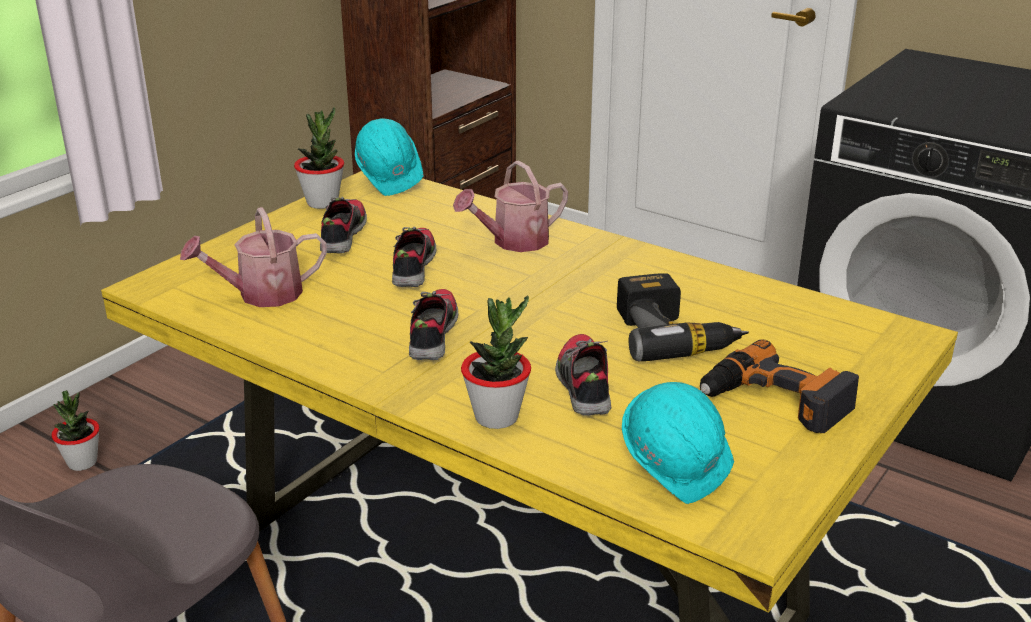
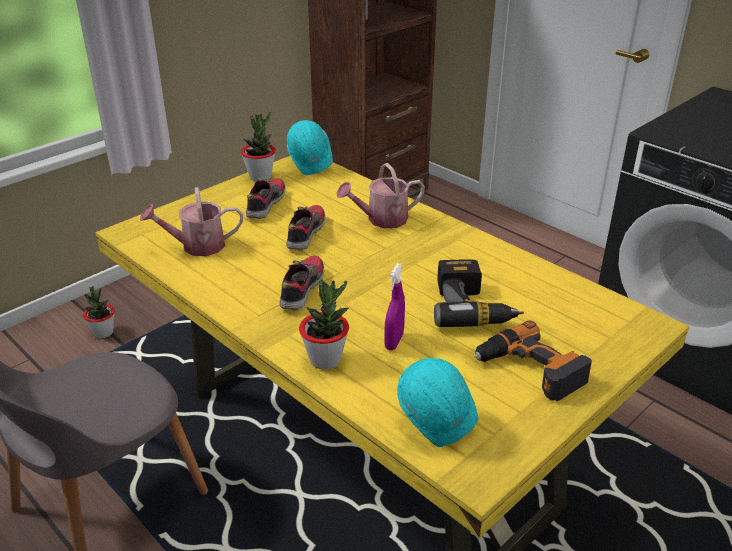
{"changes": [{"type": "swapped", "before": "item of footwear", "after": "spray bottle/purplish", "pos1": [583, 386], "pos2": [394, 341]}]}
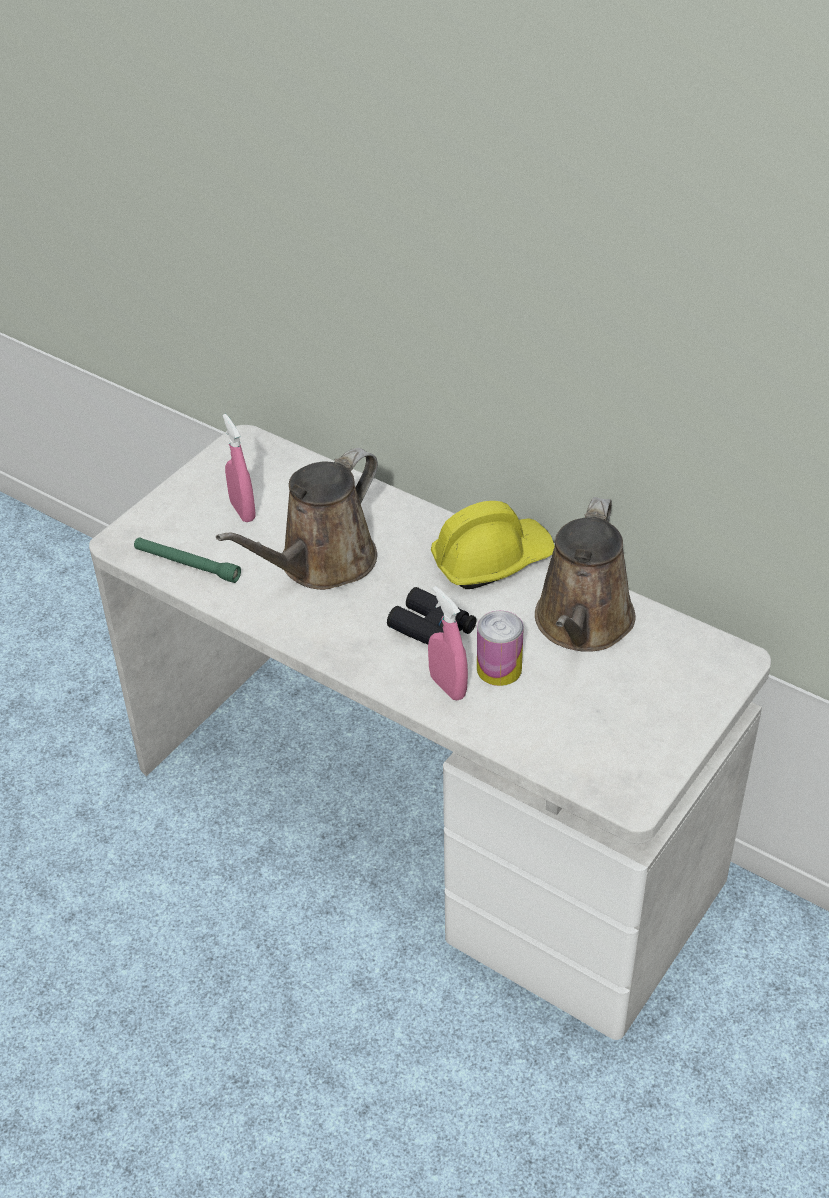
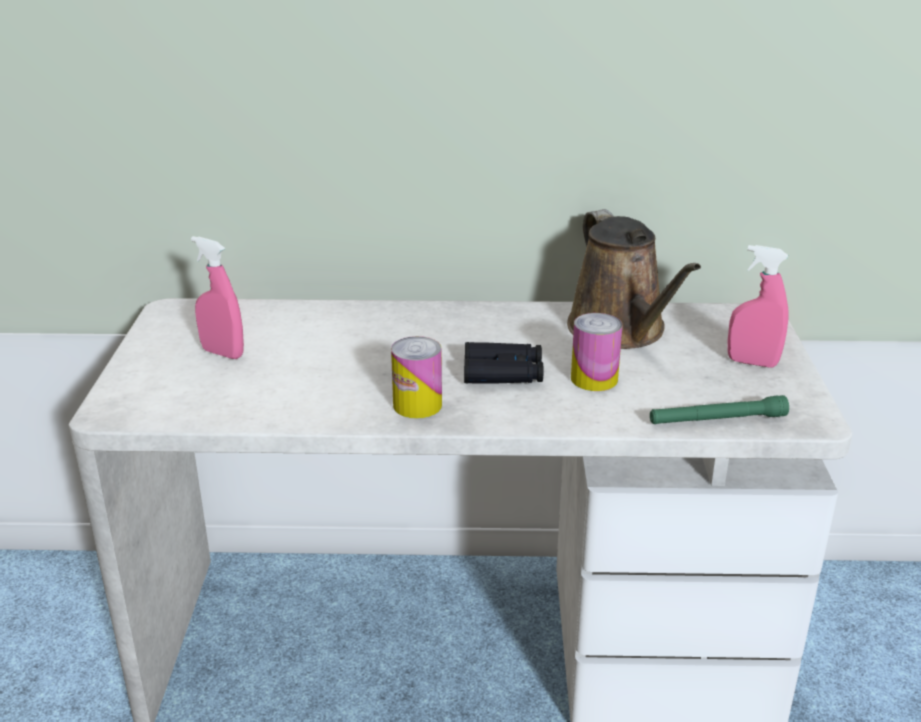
{"changes": [{"type": "gone", "before": "watering pot/brownish", "pos1": [321, 564]}, {"type": "gone", "before": "work helmet/yellowish", "pos1": [491, 560]}, {"type": "shifted", "before": "torch/green-coloured", "pos1": [187, 565], "pos2": [717, 420]}, {"type": "shifted", "before": "spray bottle/pink", "pos1": [447, 687], "pos2": [752, 362]}, {"type": "new", "after": "sealed can", "pos2": [417, 405]}]}
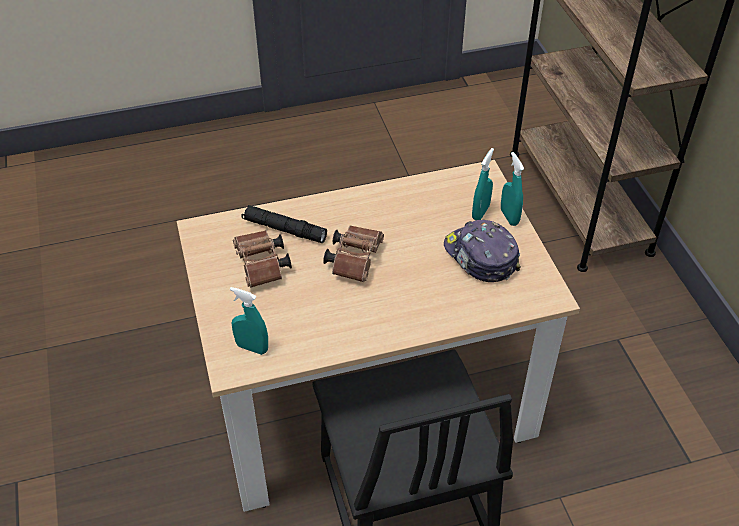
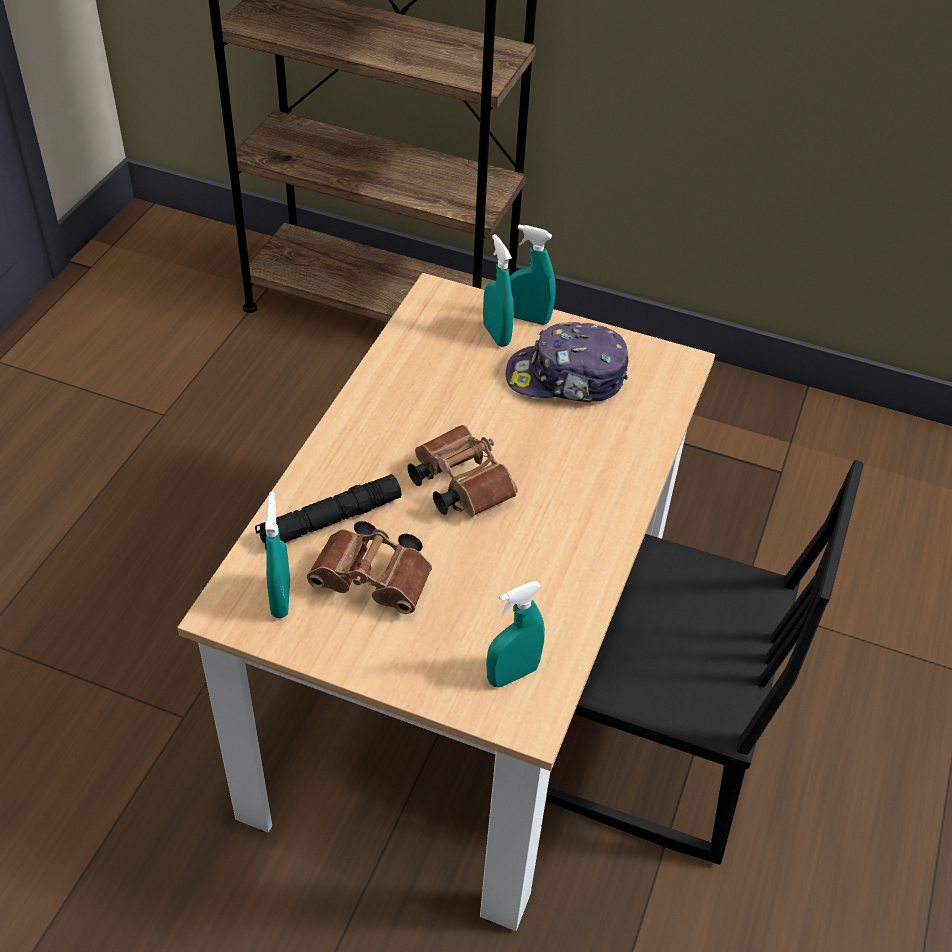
{"changes": [{"type": "new", "after": "spray bottle/blue-green", "pos2": [281, 599]}]}
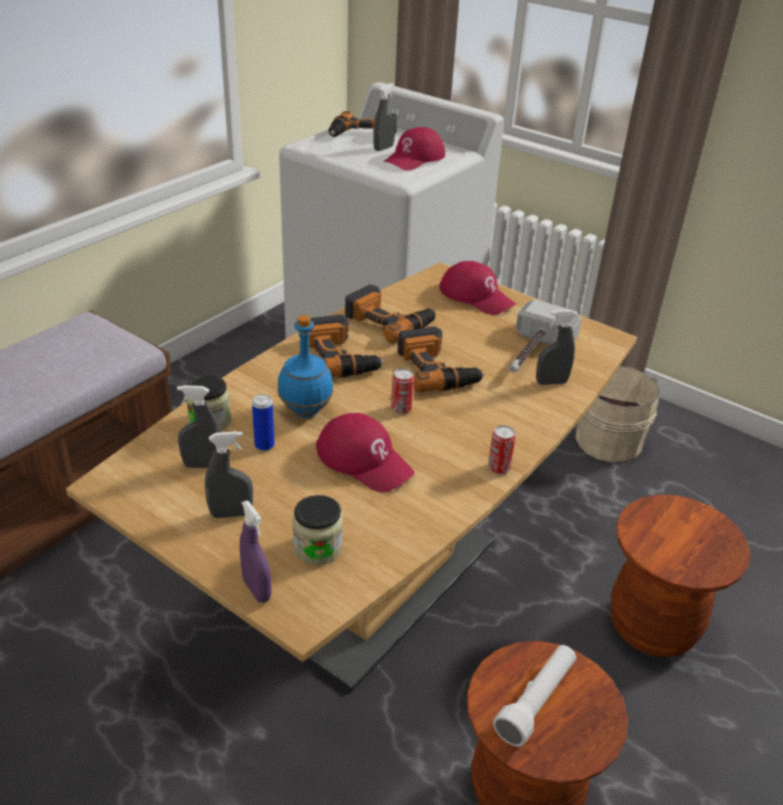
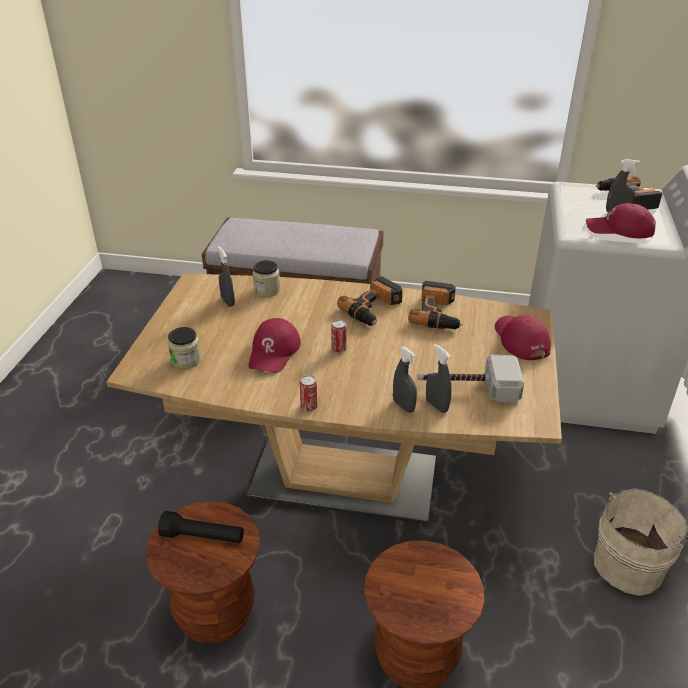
{"changes": [{"type": "rotated", "before": "cap/red-coloured", "pos1": [477, 296], "pos2": [520, 340], "turn": 150}, {"type": "gone", "before": "bottle/blue-coloured", "pos1": [306, 411]}, {"type": "gone", "before": "drill", "pos1": [437, 369]}, {"type": "gone", "before": "sealed can", "pos1": [264, 445]}, {"type": "shifted", "before": "spray bottle/gray", "pos1": [231, 513], "pos2": [403, 406]}, {"type": "gone", "before": "spray bottle/purplish", "pos1": [257, 589]}, {"type": "repainted", "before": "torch/white", "after": "torch/black-coloured", "pos1": [536, 701], "pos2": [203, 537]}]}
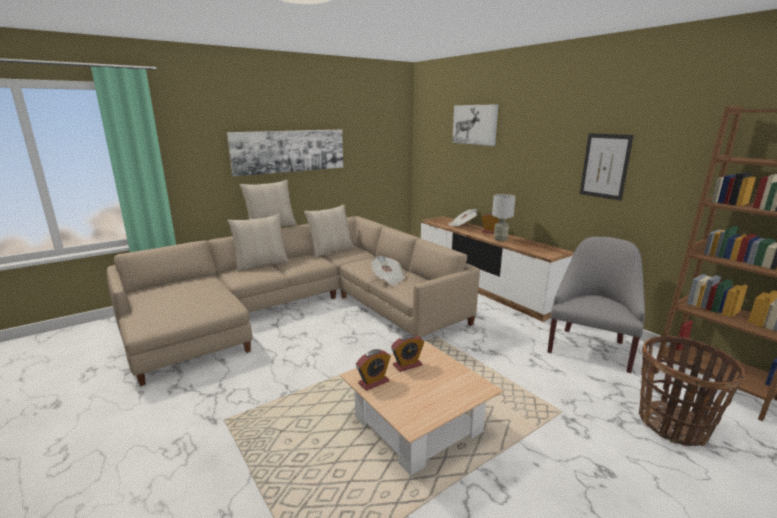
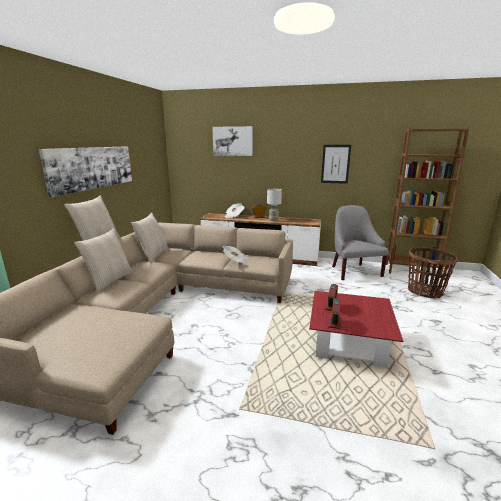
{"changes": [{"type": "repainted", "before": "lounge table/sand-coloured", "after": "lounge table/red-coloured", "pos1": [417, 425], "pos2": [349, 343]}]}
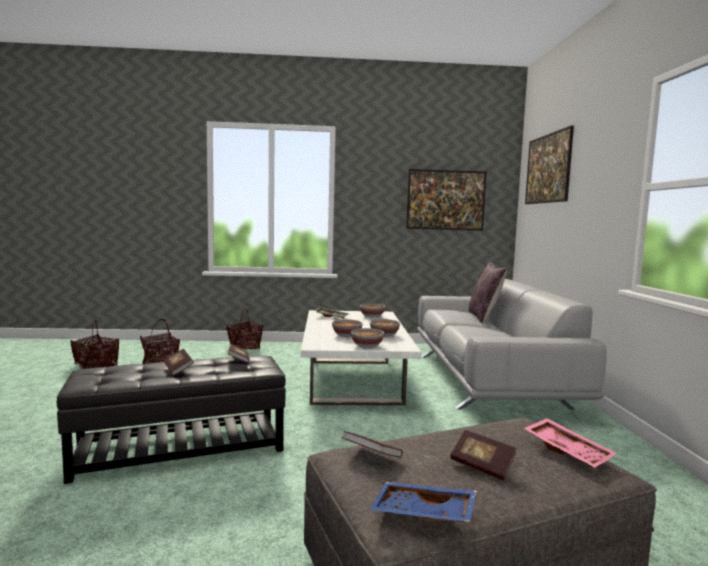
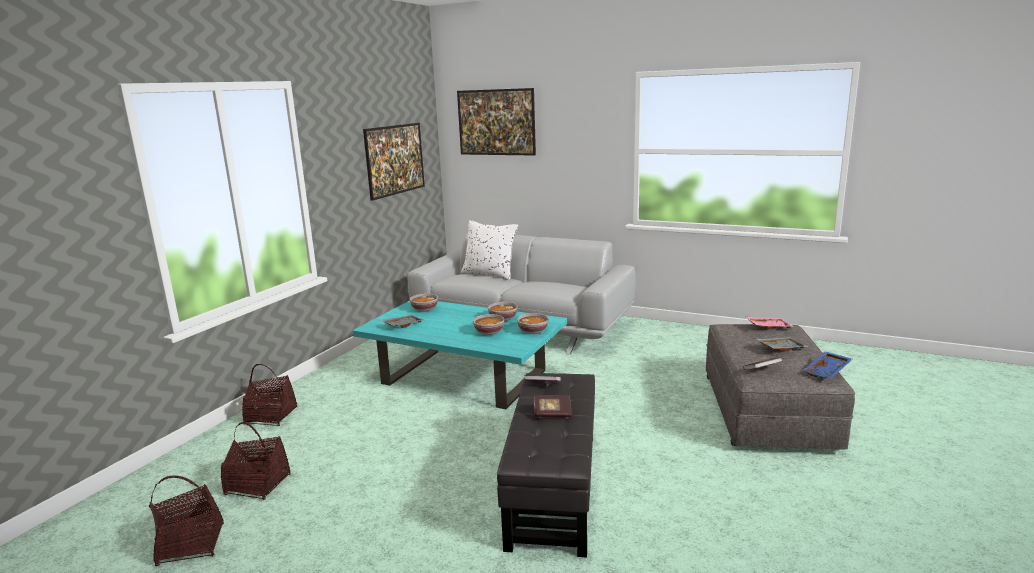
{"changes": [{"type": "repainted", "before": "cushion/brownish", "after": "cushion/white", "pos1": [484, 317], "pos2": [490, 274]}, {"type": "repainted", "before": "lounge table/white", "after": "lounge table/blue-green", "pos1": [355, 380], "pos2": [465, 376]}, {"type": "swapped", "before": "book", "after": "tray/gray", "pos1": [482, 466], "pos2": [780, 348]}]}
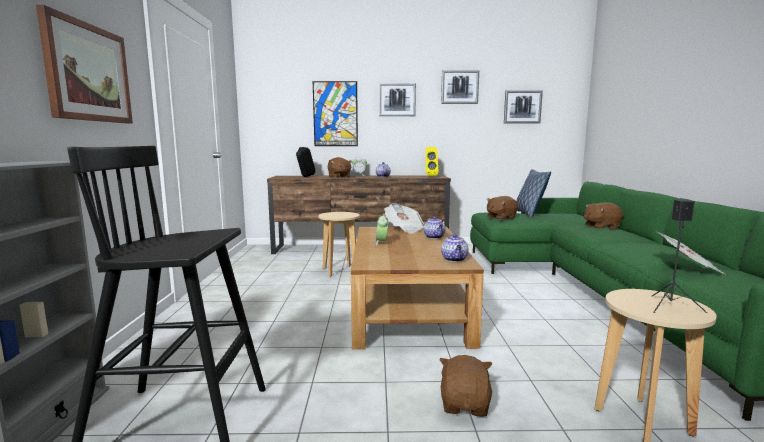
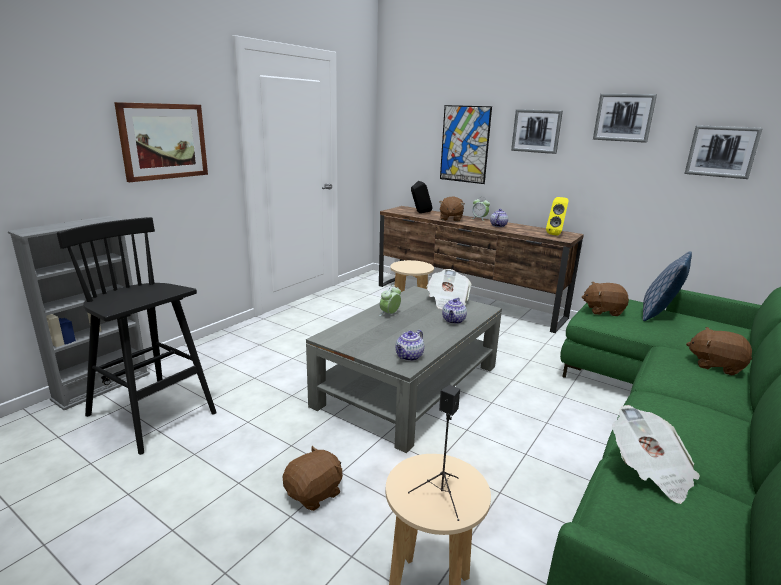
{"changes": [{"type": "repainted", "before": "lounge table/brownish", "after": "lounge table/gray", "pos1": [408, 308], "pos2": [408, 385]}]}
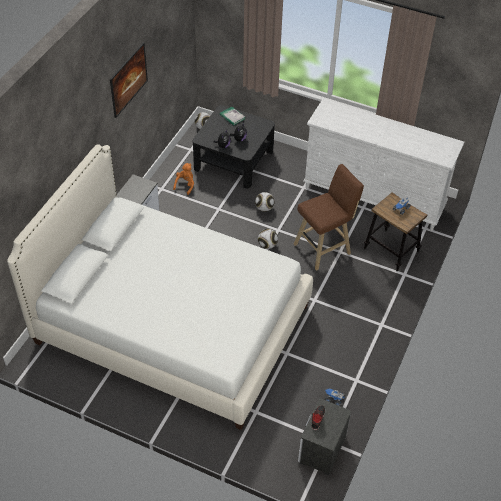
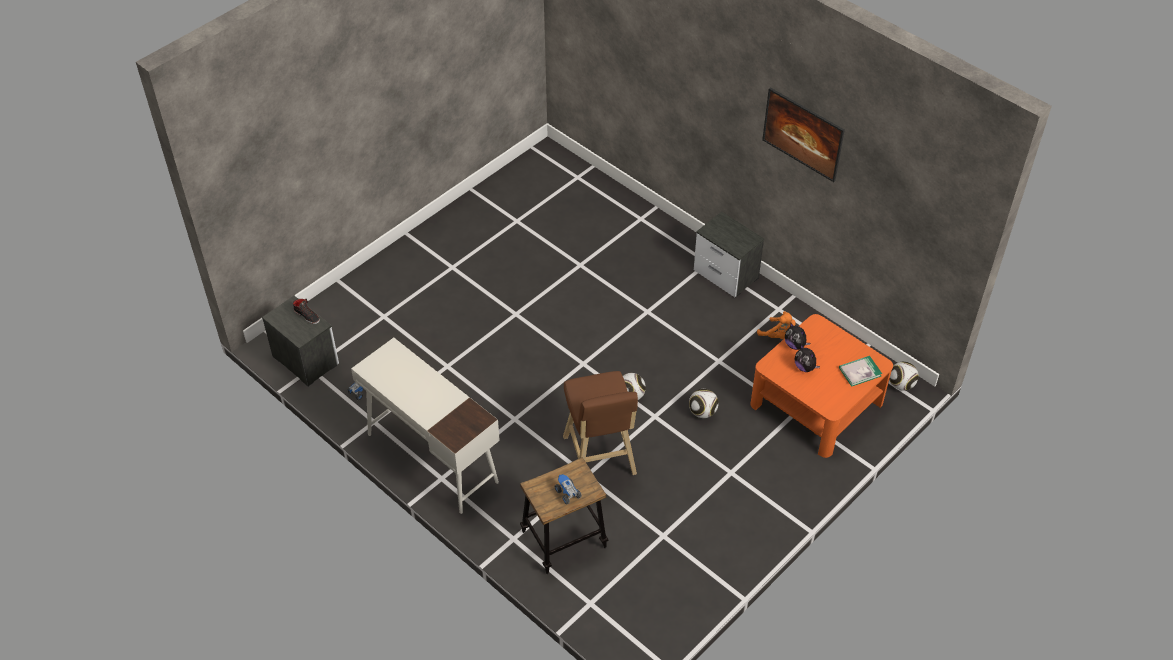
{"changes": [{"type": "gone", "before": "drawer chest/white", "pos1": [374, 198]}, {"type": "repainted", "before": "lounge table/black-coloured", "after": "lounge table/orangey", "pos1": [233, 159], "pos2": [817, 403]}, {"type": "gone", "before": "bedroom bed/white", "pos1": [172, 323]}, {"type": "new", "after": "desk table/white", "pos2": [431, 457]}]}
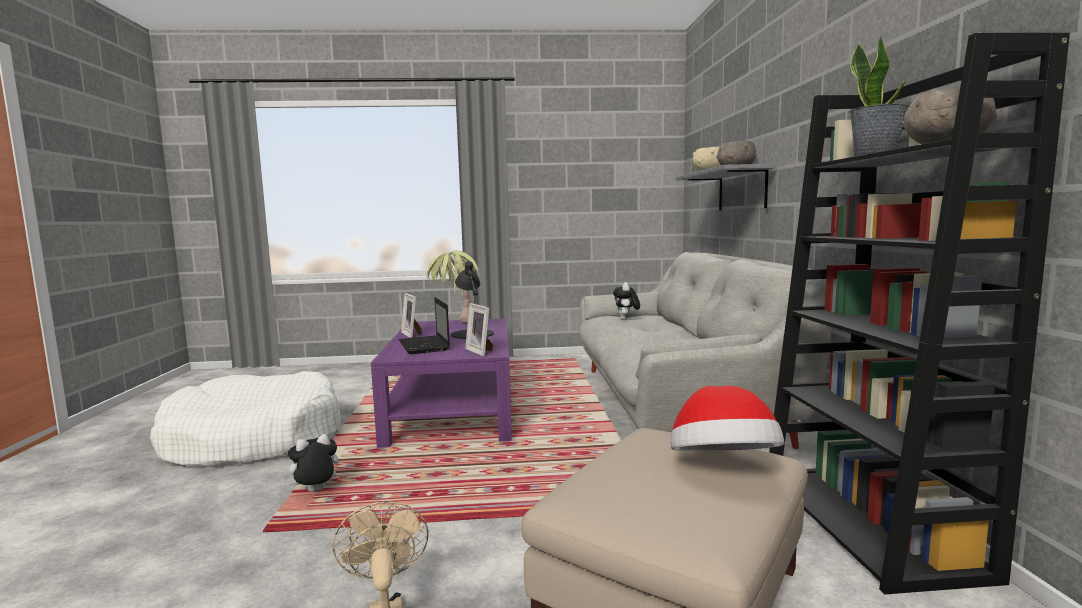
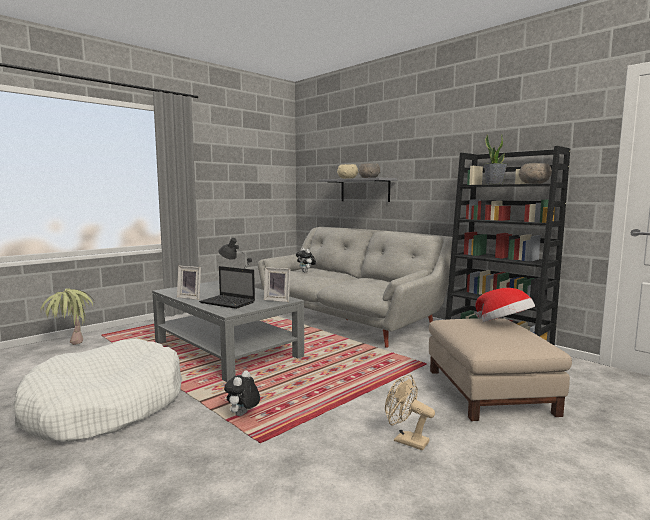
{"changes": [{"type": "shifted", "before": "houseplant", "pos1": [456, 325], "pos2": [71, 349]}, {"type": "repainted", "before": "lounge table/purplish", "after": "lounge table/gray", "pos1": [454, 409], "pos2": [227, 349]}]}
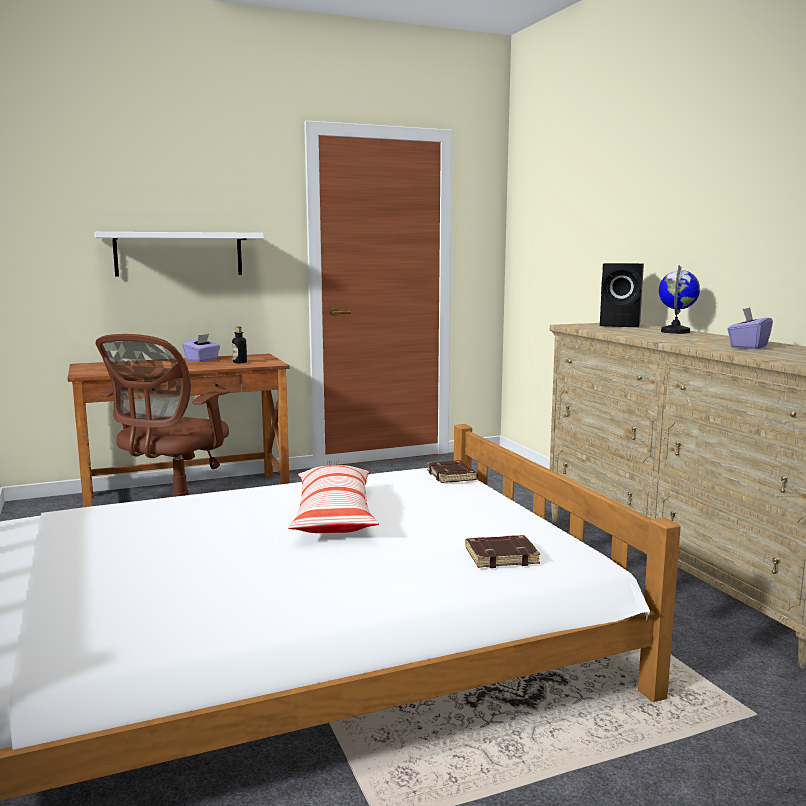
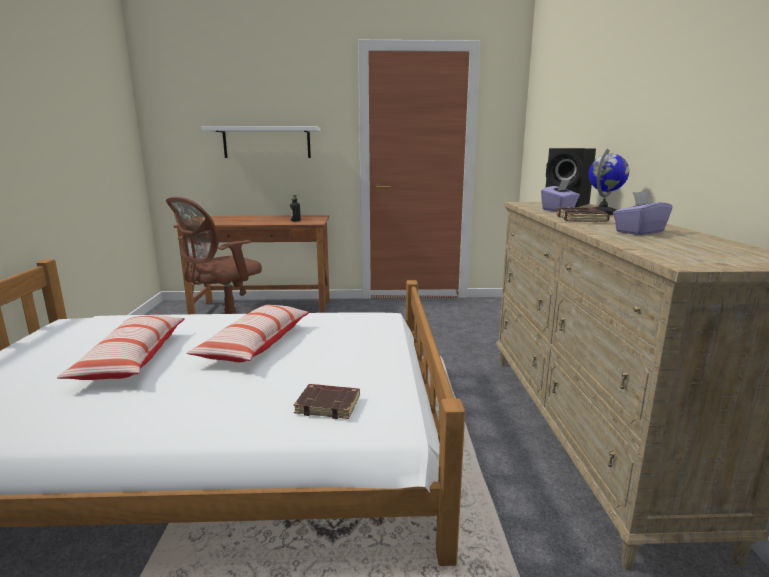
{"changes": [{"type": "shifted", "before": "box of tissues/purplish", "pos1": [202, 360], "pos2": [559, 210]}, {"type": "shifted", "before": "book/brownish", "pos1": [452, 476], "pos2": [582, 219]}, {"type": "new", "after": "cushion", "pos2": [132, 359]}]}
